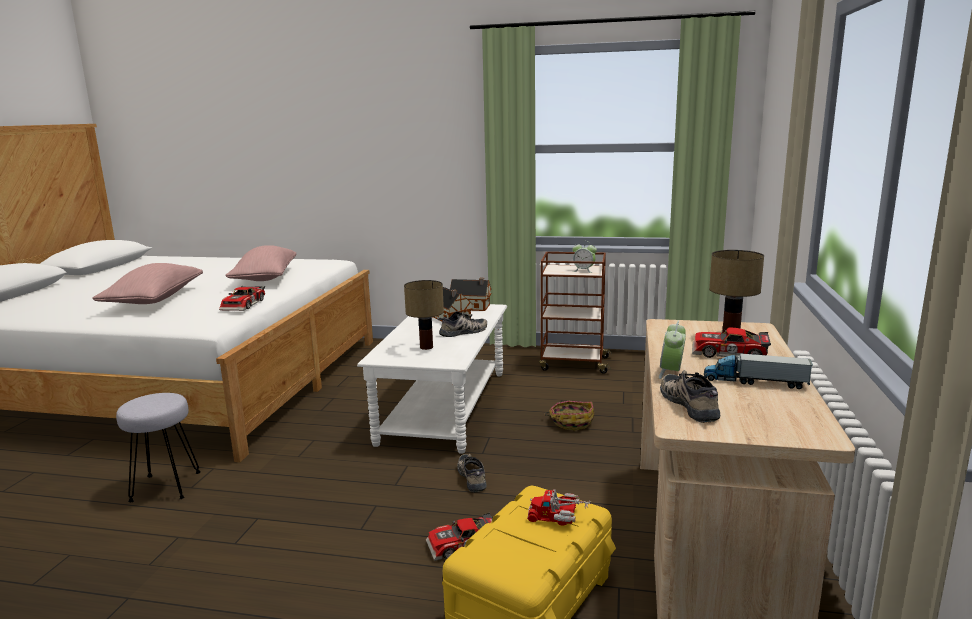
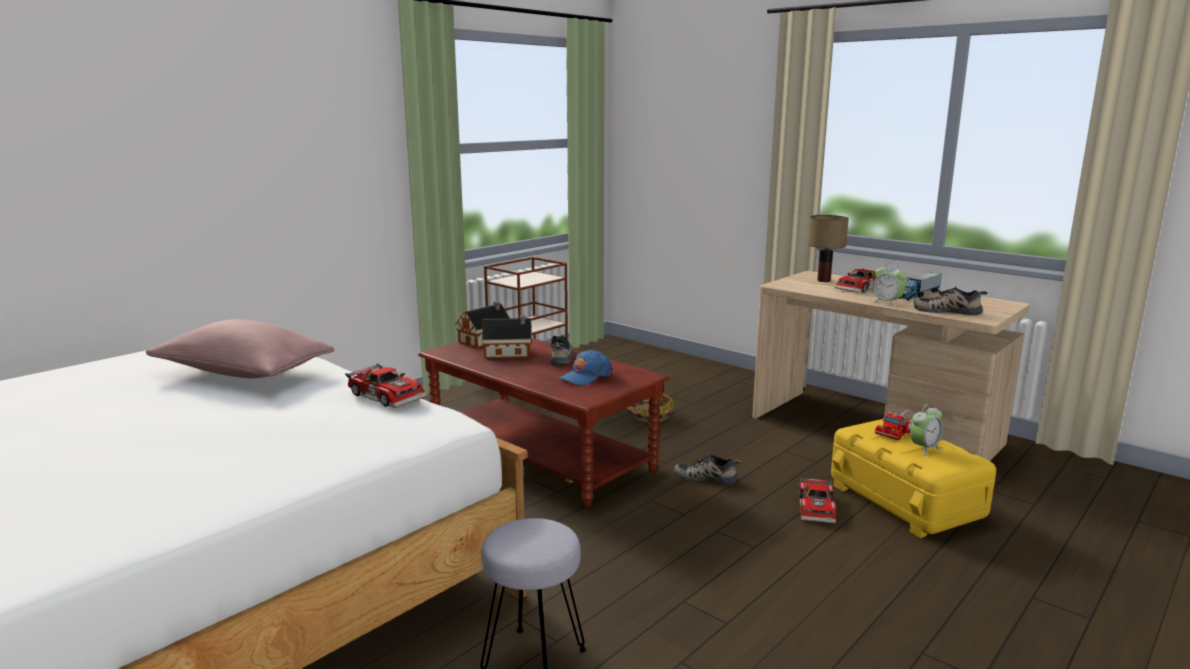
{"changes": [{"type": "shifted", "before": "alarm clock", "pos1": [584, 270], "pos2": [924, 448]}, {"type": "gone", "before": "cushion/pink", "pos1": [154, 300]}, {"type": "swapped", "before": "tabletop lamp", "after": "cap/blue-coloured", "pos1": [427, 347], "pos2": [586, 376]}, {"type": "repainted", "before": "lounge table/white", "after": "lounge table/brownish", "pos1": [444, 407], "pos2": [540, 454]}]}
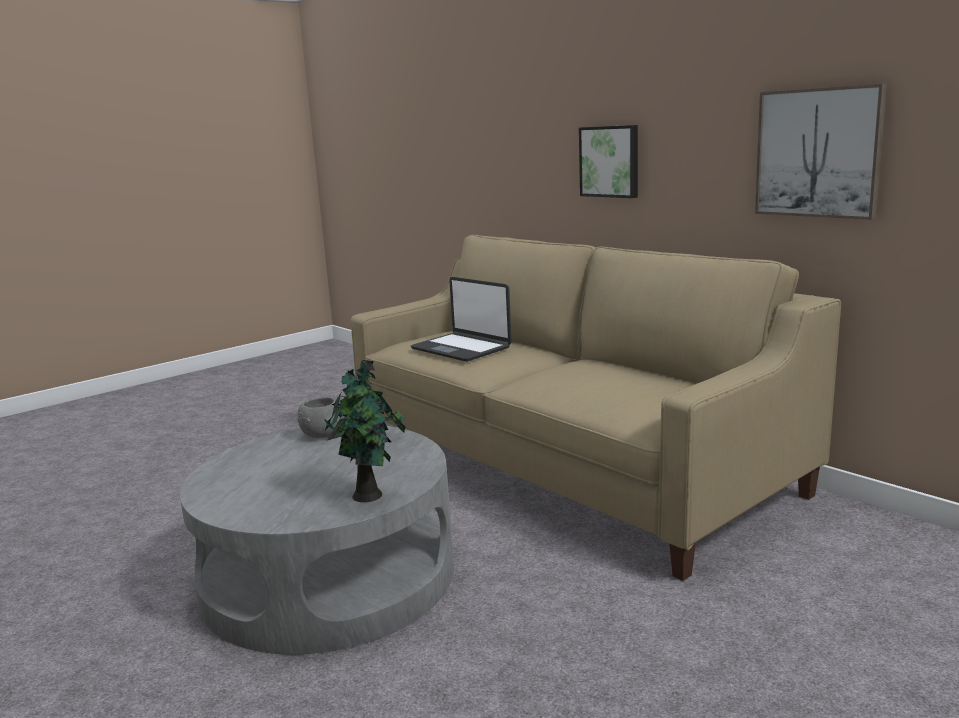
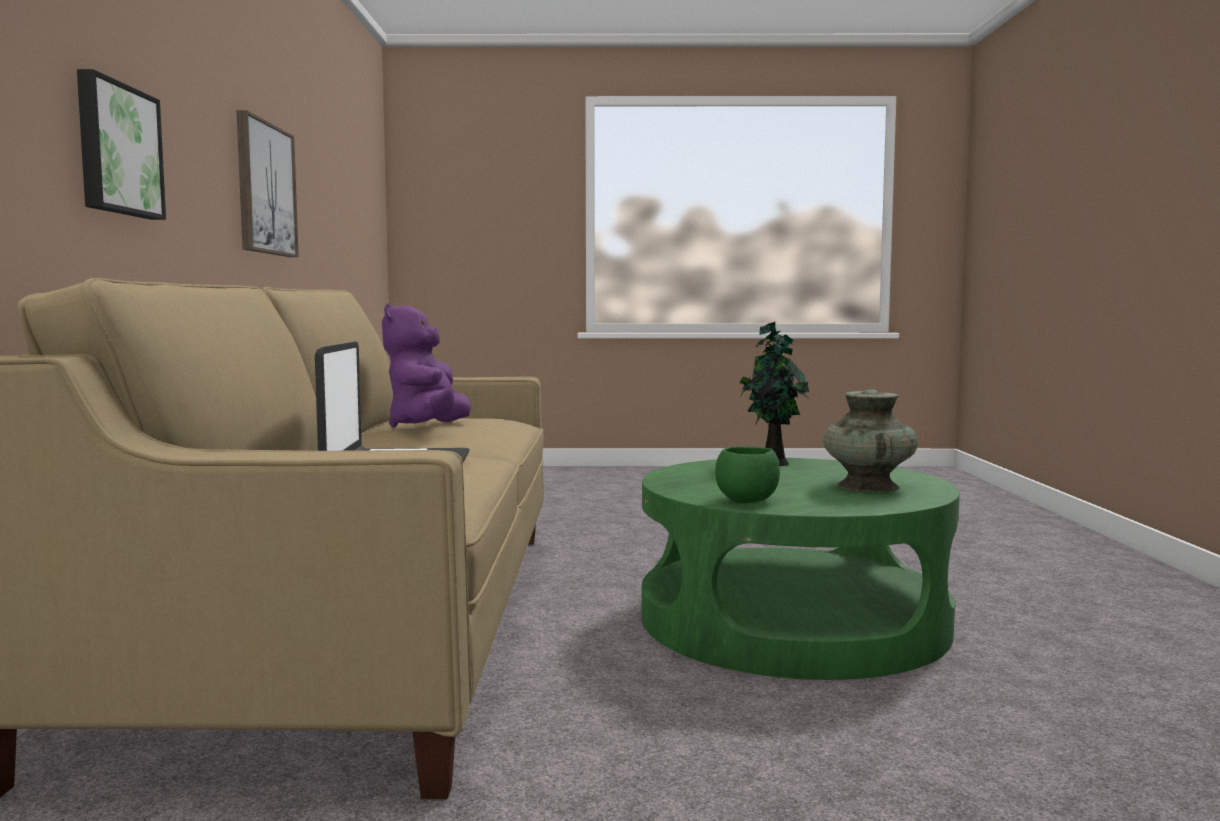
{"changes": [{"type": "repainted", "before": "deep dish/gray", "after": "deep dish/green-coloured", "pos1": [322, 435], "pos2": [746, 500]}, {"type": "repainted", "before": "lounge table/gray", "after": "lounge table/green-coloured", "pos1": [329, 576], "pos2": [792, 619]}, {"type": "new", "after": "plush toy/purplish", "pos2": [428, 427]}, {"type": "new", "after": "flower vase/blue-green", "pos2": [867, 486]}]}
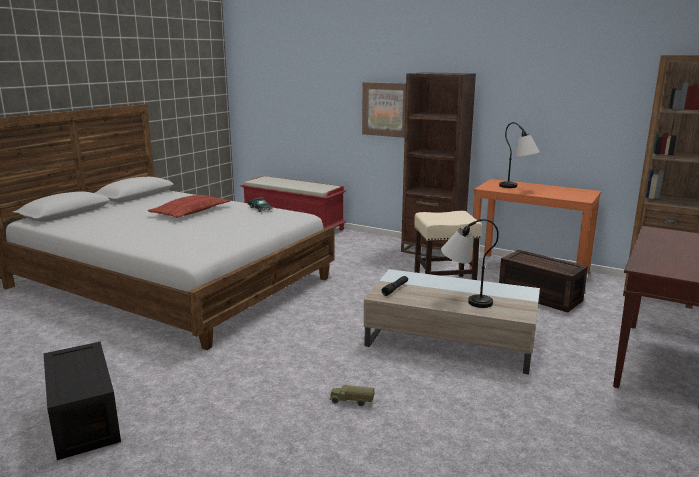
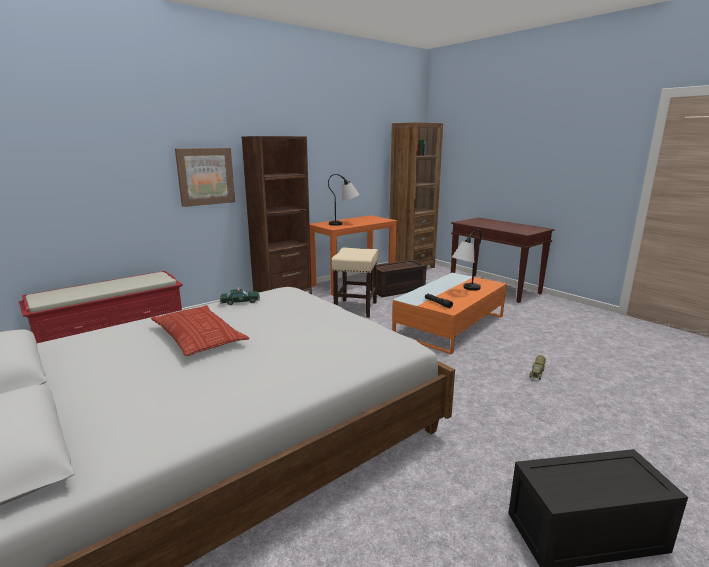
{"changes": [{"type": "repainted", "before": "lounge table/sand-coloured", "after": "lounge table/orangey", "pos1": [451, 339], "pos2": [450, 325]}]}
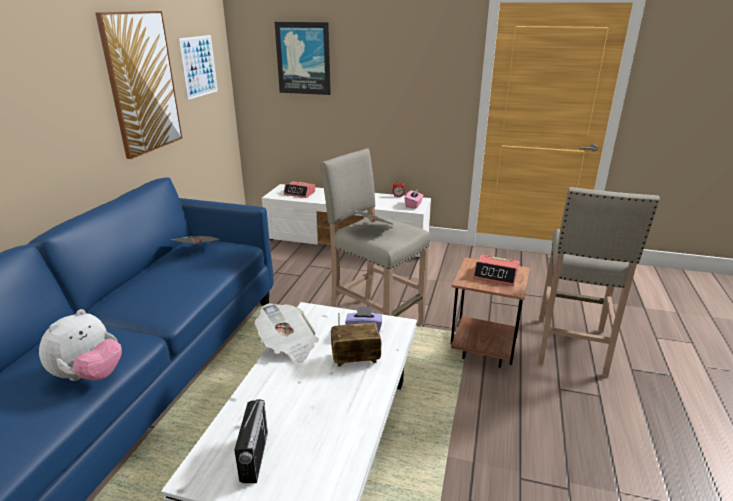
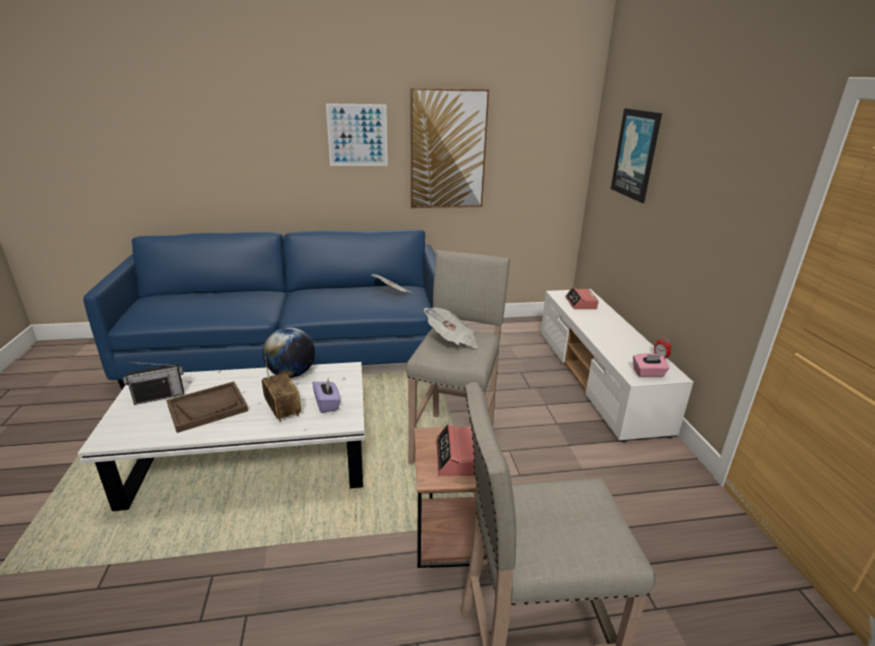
{"changes": [{"type": "shifted", "before": "wall art", "pos1": [199, 66], "pos2": [357, 135]}, {"type": "swapped", "before": "daily paper", "after": "desk globe", "pos1": [288, 345], "pos2": [291, 374]}, {"type": "gone", "before": "plush toy", "pos1": [89, 376]}, {"type": "new", "after": "tray/brownish", "pos2": [208, 408]}]}
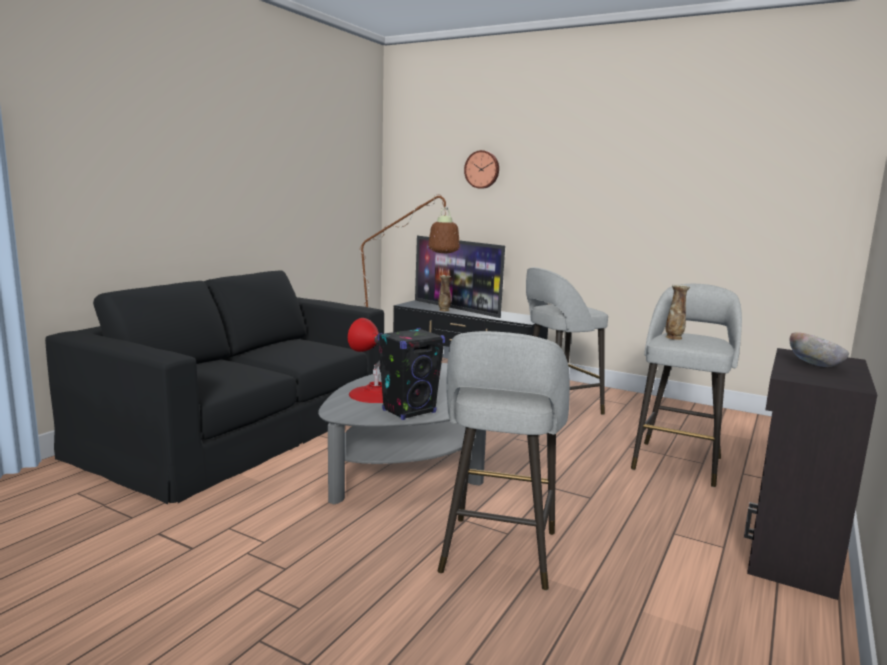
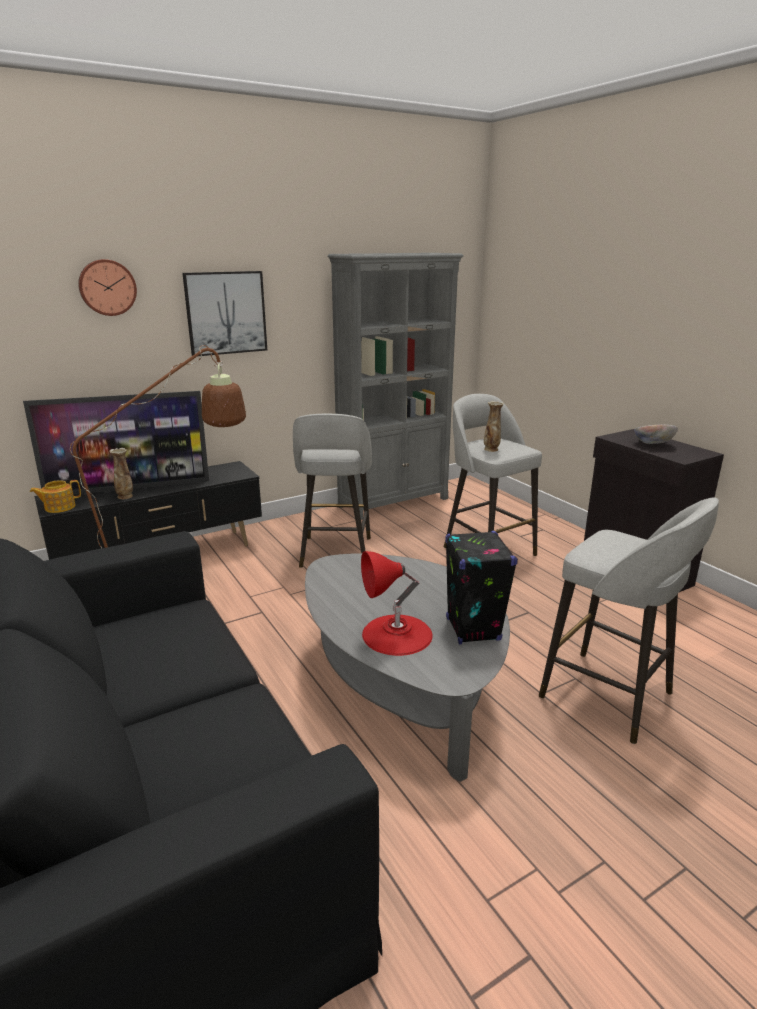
{"changes": [{"type": "new", "after": "bookcase/gray", "pos2": [394, 502]}, {"type": "new", "after": "wall art", "pos2": [226, 313]}, {"type": "new", "after": "teapot", "pos2": [59, 507]}]}
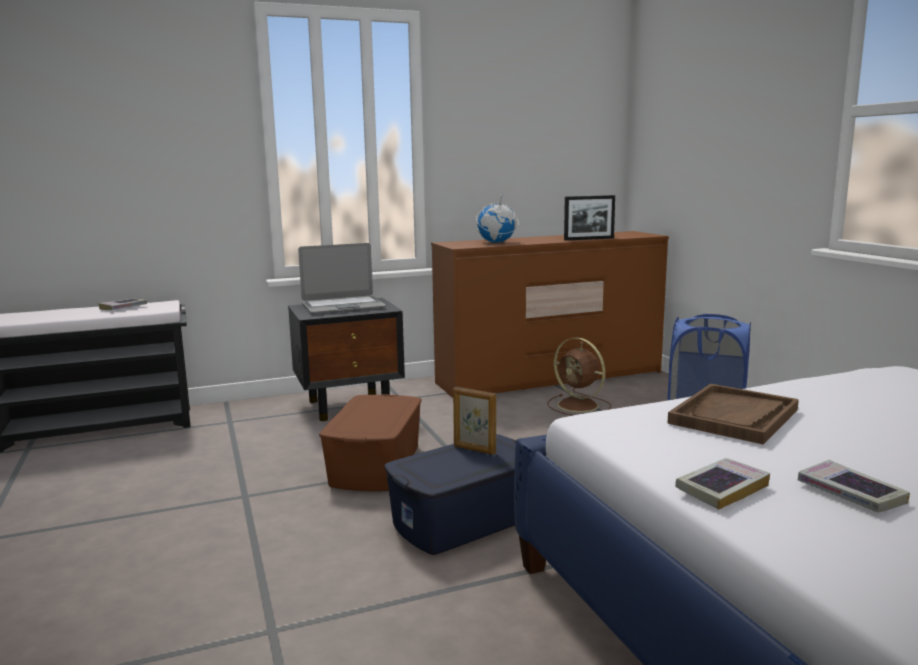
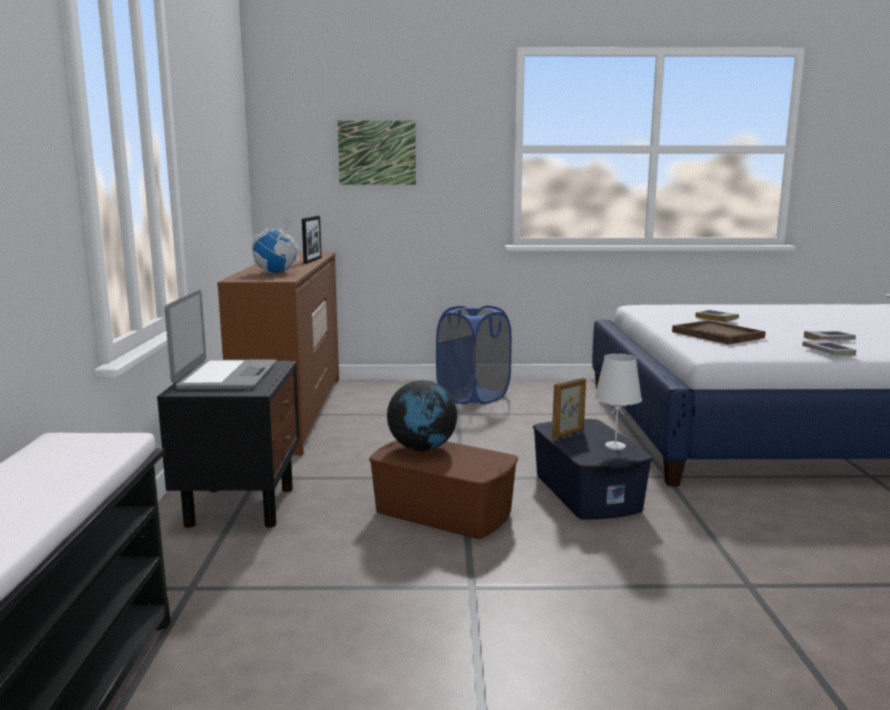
{"changes": [{"type": "shifted", "before": "book", "pos1": [123, 308], "pos2": [716, 318]}, {"type": "gone", "before": "fan/brownish", "pos1": [579, 406]}, {"type": "new", "after": "wall art", "pos2": [377, 153]}, {"type": "new", "after": "tabletop lamp/white", "pos2": [615, 446]}, {"type": "new", "after": "desk globe", "pos2": [422, 448]}]}
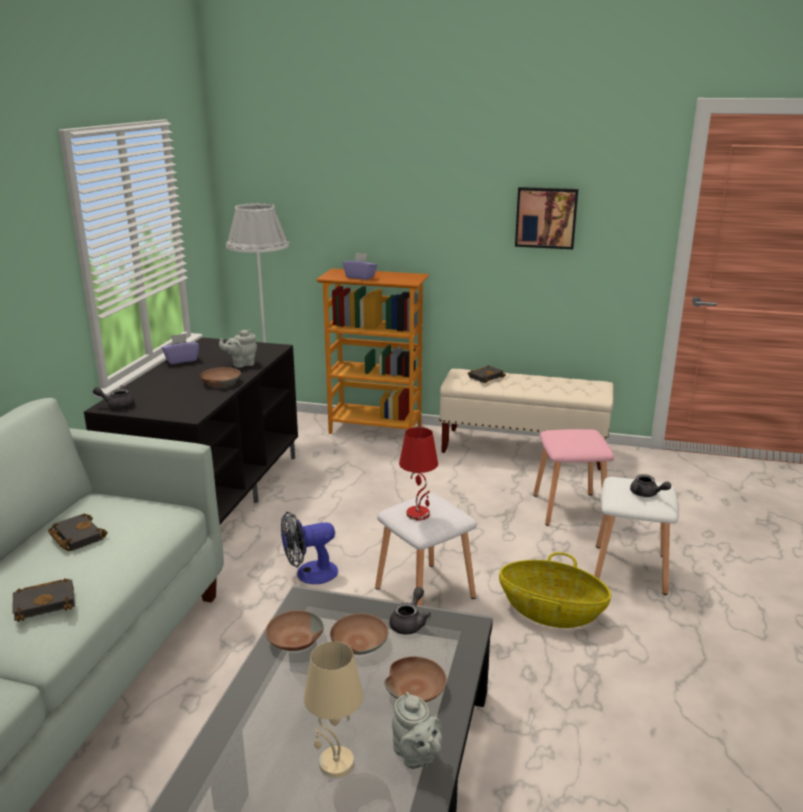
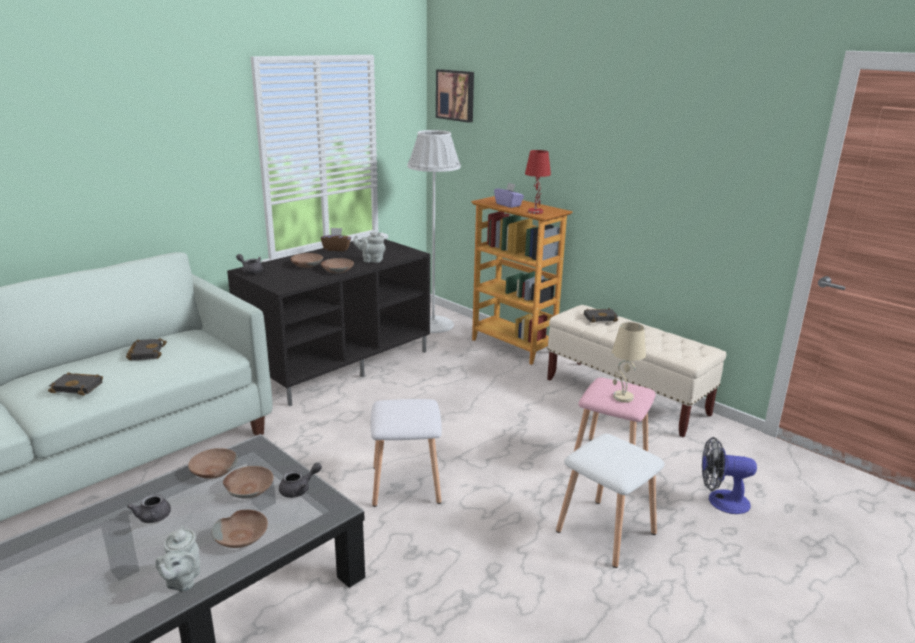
{"changes": [{"type": "shifted", "before": "wall art", "pos1": [546, 217], "pos2": [456, 95]}, {"type": "repainted", "before": "box of tissues/purplish", "after": "box of tissues/brownish", "pos1": [181, 360], "pos2": [336, 249]}, {"type": "shifted", "before": "tabletop lamp/red-coloured", "pos1": [418, 514], "pos2": [535, 212]}, {"type": "shifted", "before": "teapot/gray", "pos1": [647, 494], "pos2": [152, 519]}, {"type": "shifted", "before": "fan", "pos1": [309, 574], "pos2": [721, 501]}, {"type": "gone", "before": "storage basket", "pos1": [551, 611]}, {"type": "shifted", "before": "tabletop lamp/sand-coloured", "pos1": [335, 763], "pos2": [622, 397]}, {"type": "new", "after": "deep dish/brownish", "pos2": [306, 264]}]}
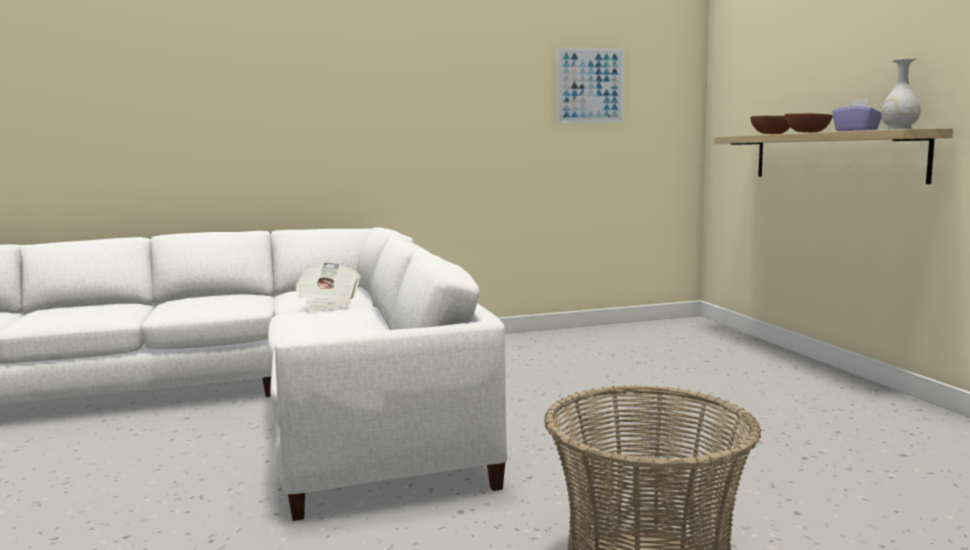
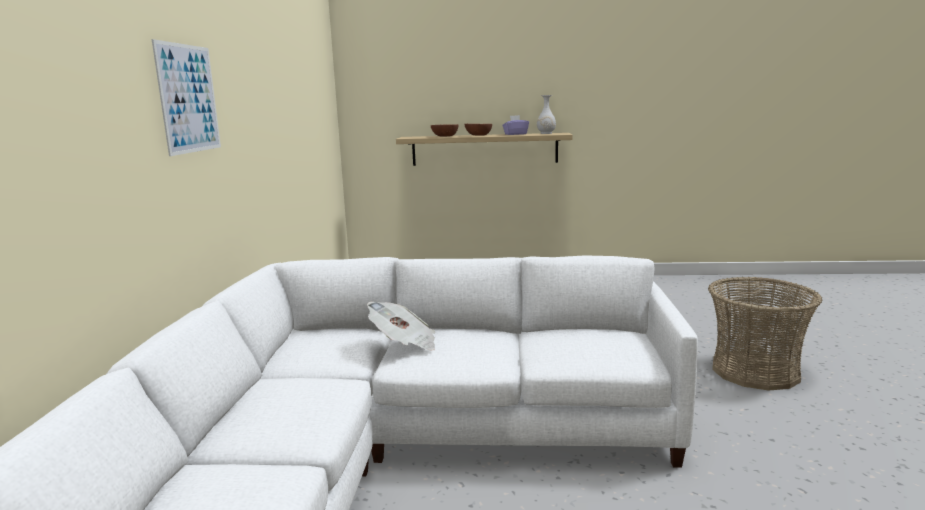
{"changes": [{"type": "shifted", "before": "wall art", "pos1": [590, 85], "pos2": [189, 98]}]}
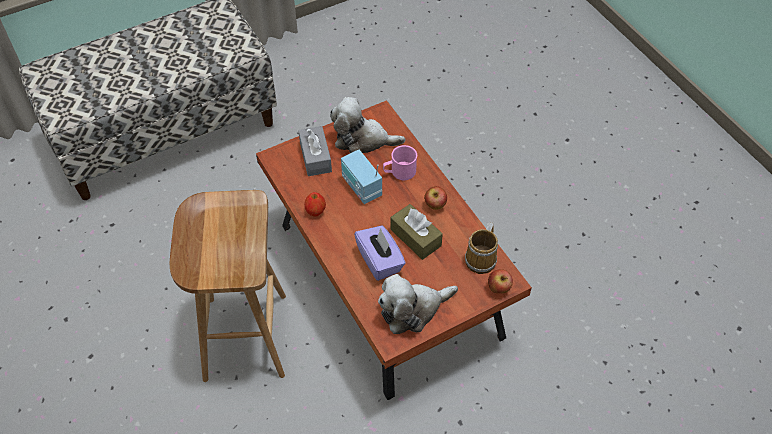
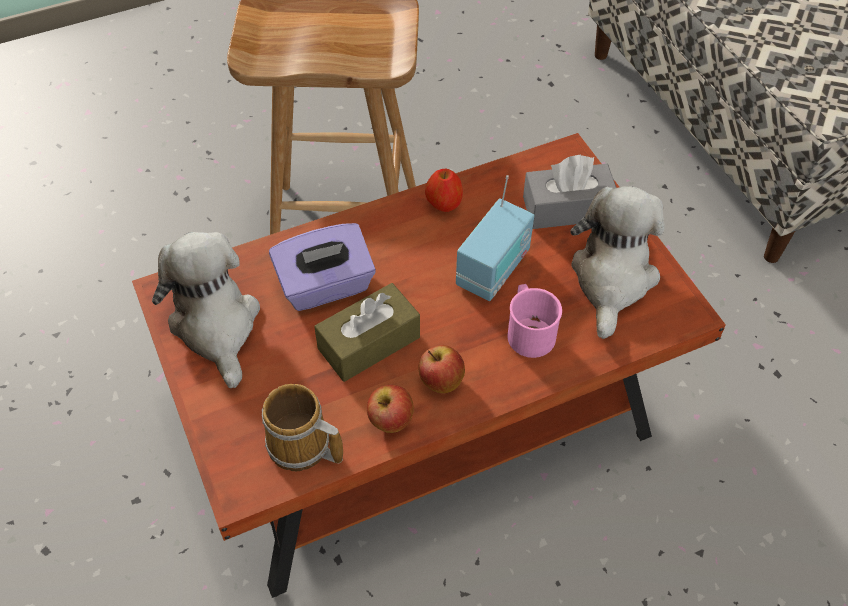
{"changes": [{"type": "rotated", "before": "radio set", "pos1": [361, 187], "pos2": [494, 270], "turn": 150}, {"type": "shifted", "before": "apple fruit", "pos1": [498, 289], "pos2": [390, 421]}]}
